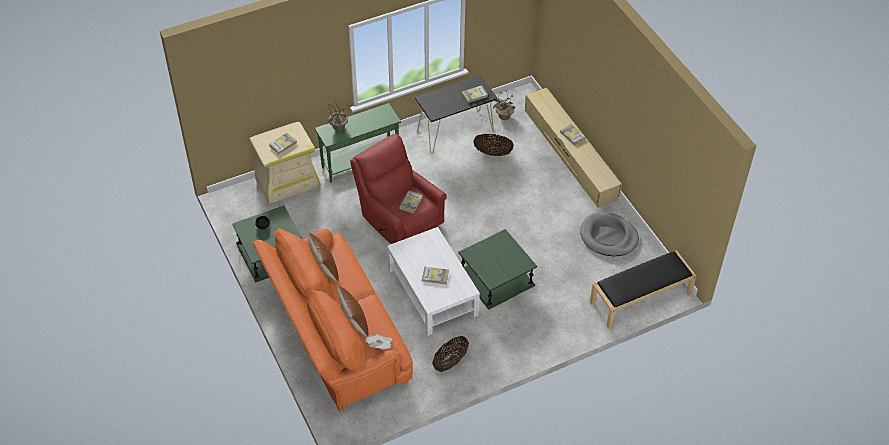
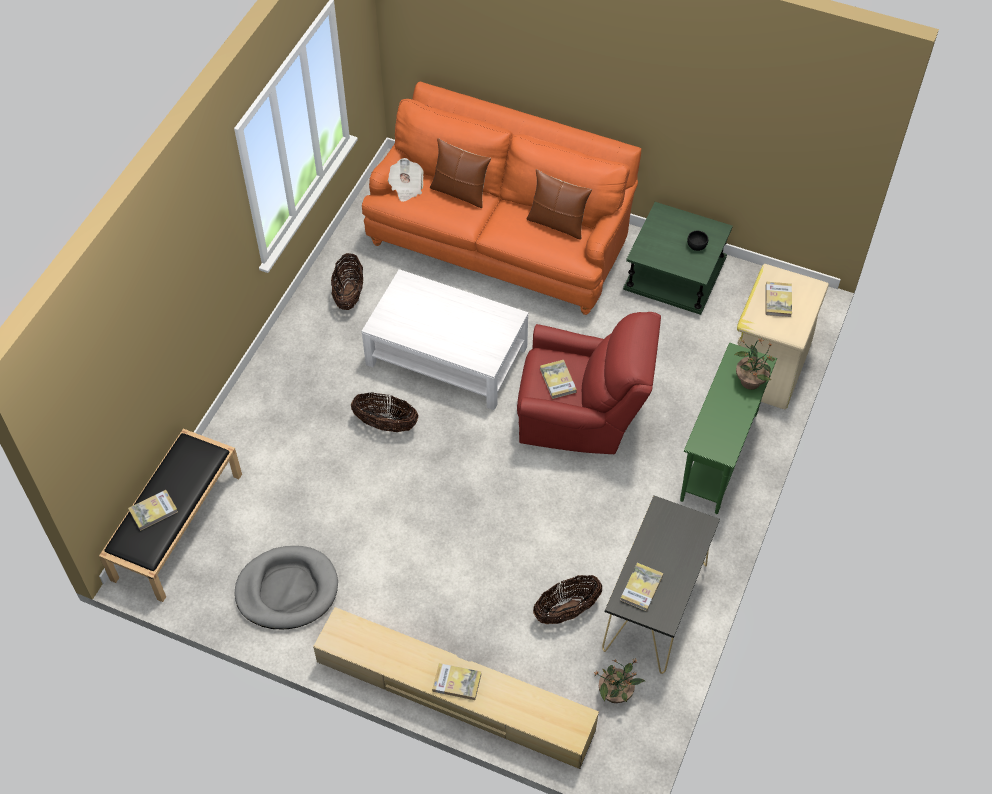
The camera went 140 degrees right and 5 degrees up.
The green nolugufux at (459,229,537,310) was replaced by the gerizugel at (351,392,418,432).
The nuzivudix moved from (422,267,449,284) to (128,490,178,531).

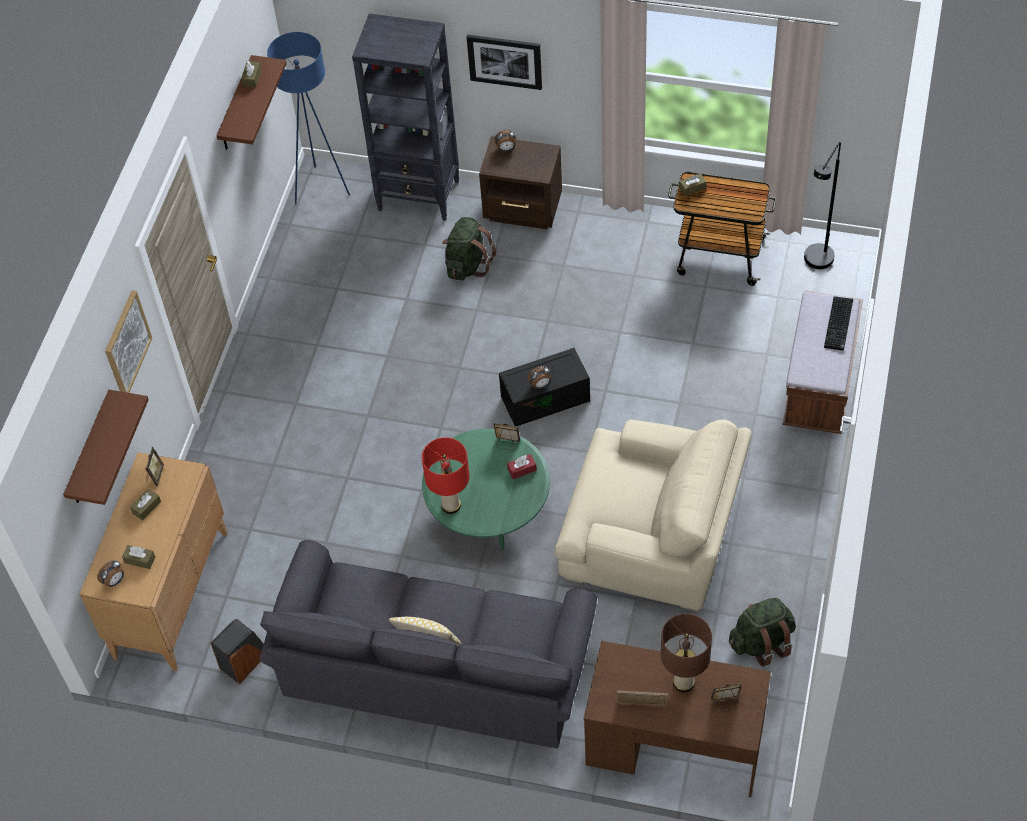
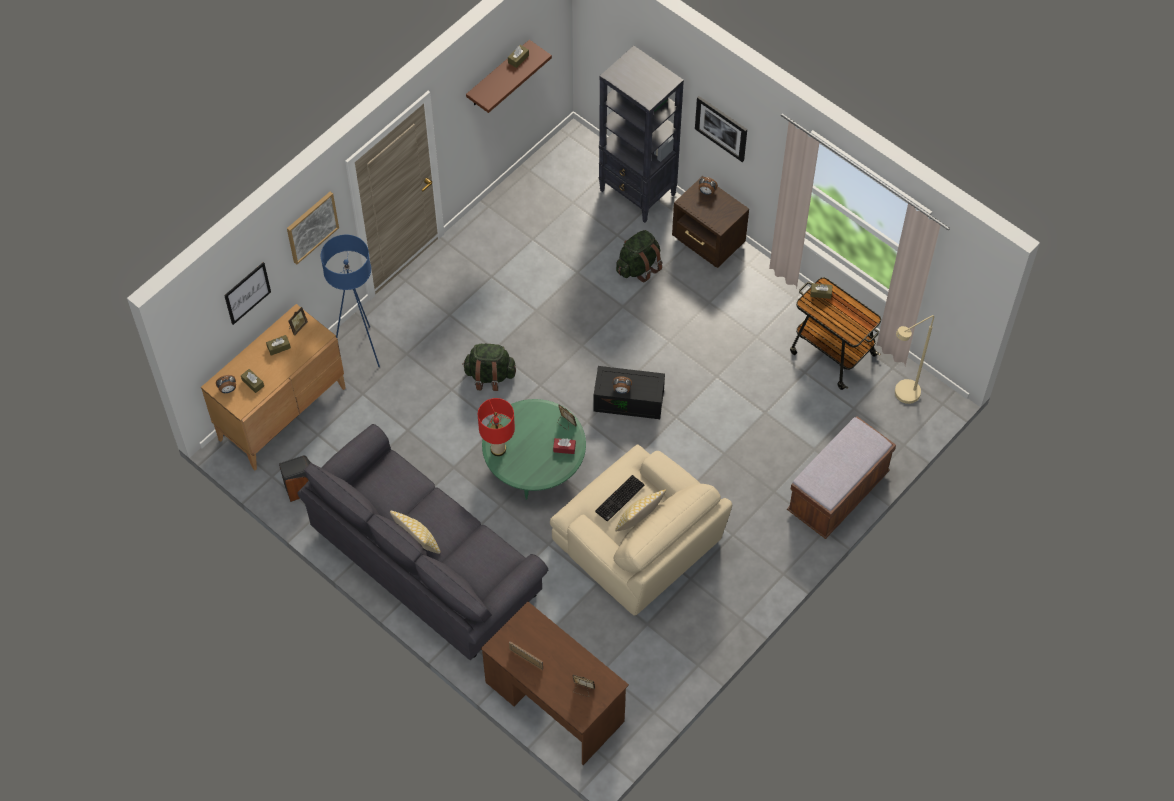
The camera went 25 degrees right and 5 degrees up.
The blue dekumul moved from (267,32,350,204) to (321,235,380,367).
The black dekumul at (804,142,841,269) became the beige dekumul at (895,315,934,404).
The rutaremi moved from (824,296,853,351) to (595,475,645,522).
The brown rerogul at (63,390,149,505) was replaced by the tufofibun at (224,262,271,325).
The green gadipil moved from (729,598,796,667) to (462,343,516,391).
The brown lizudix at (661,614,712,692) disappeared.
The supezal at (615,490,666,531) appeared.

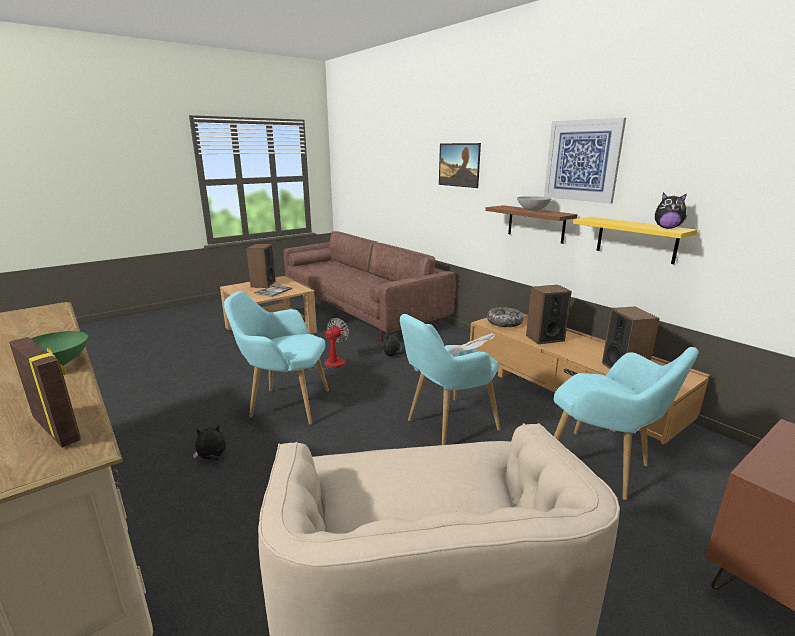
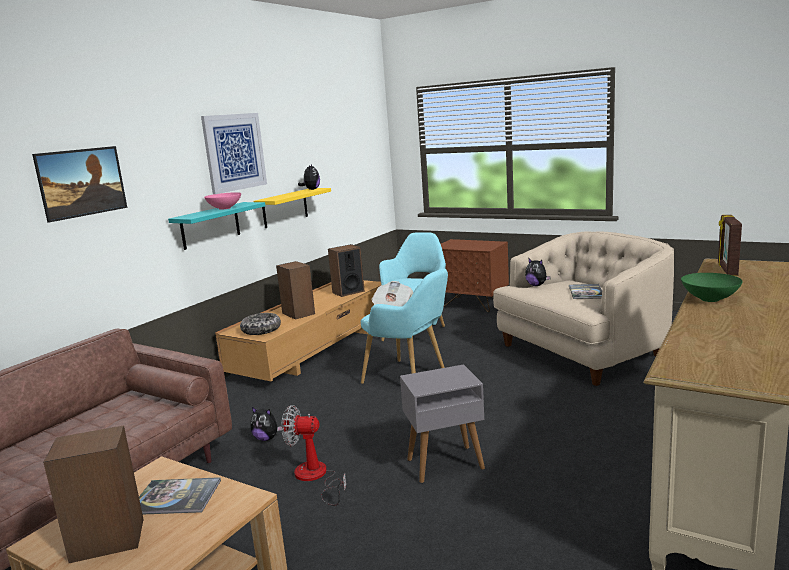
The camera went 110 degrees left and 5 degrees down.
The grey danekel at (517,196,552,212) became the pink danekel at (204,192,241,210).
The brown rerogul at (485,205,577,244) became the turquoise rerogul at (168,202,265,250).
The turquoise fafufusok at (224,291,329,425) was replaced by the grey nolugufux at (400,364,485,483).
The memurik moved from (193,425,226,461) to (525,258,551,286).
The nuzivudix at (569,284,602,299) appeared.

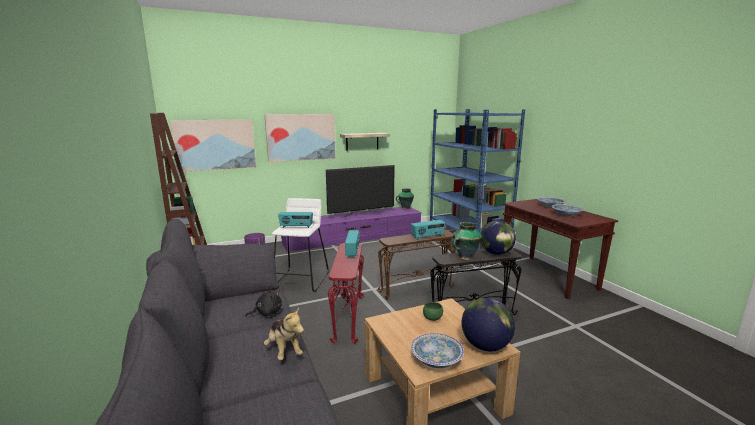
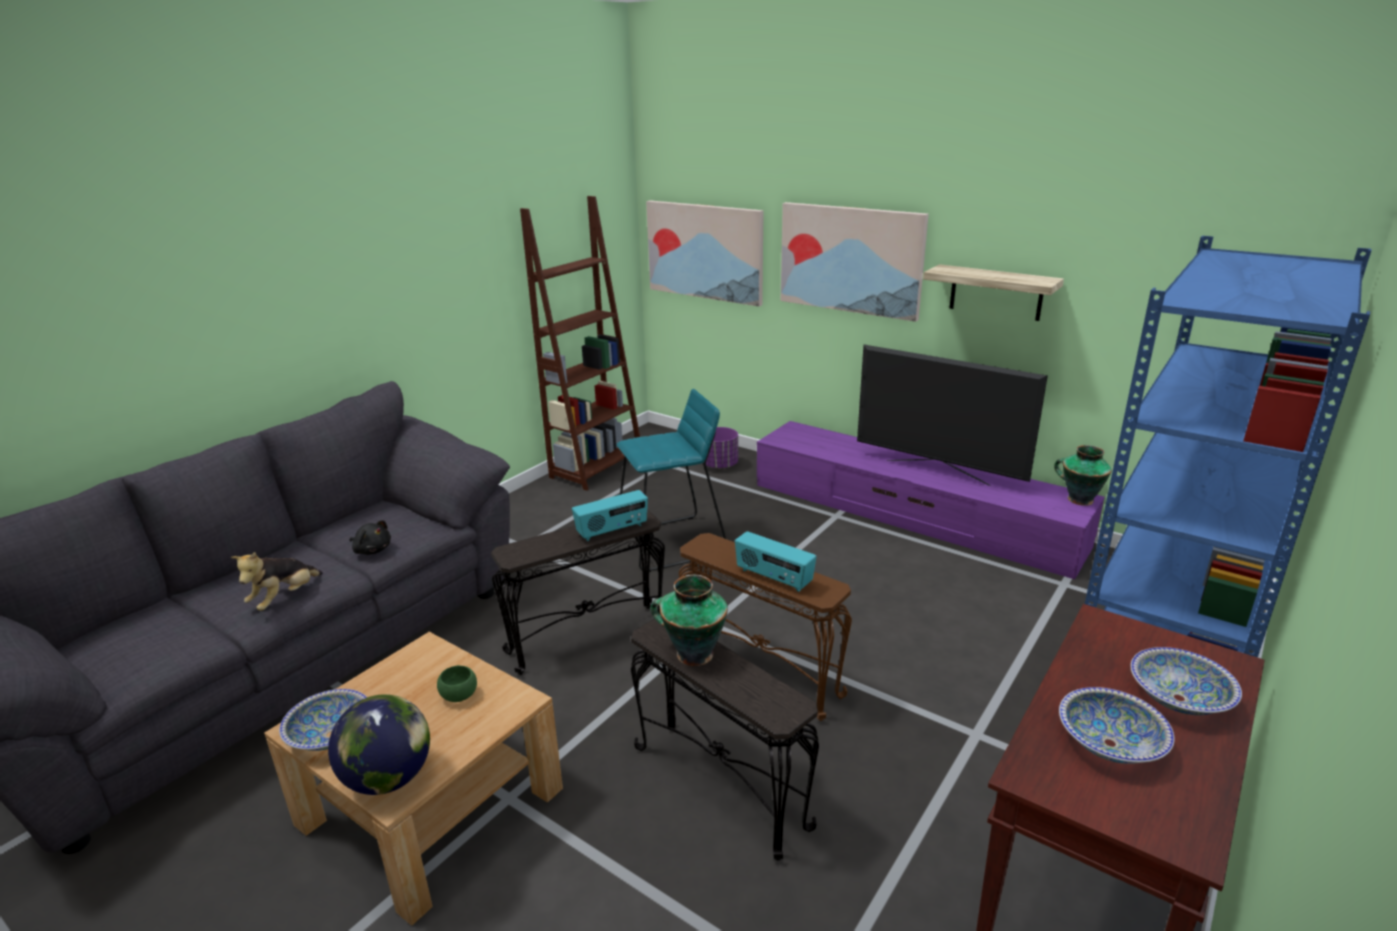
The camera went 60 degrees right and 10 degrees up.
The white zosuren at (272,198,329,292) became the turquoise zosuren at (616,389,726,572).
The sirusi at (278,212,313,228) disappeared.
The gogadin at (480,220,516,255) disappeared.
The red nolugufux at (328,243,364,344) became the black nolugufux at (491,509,665,675).

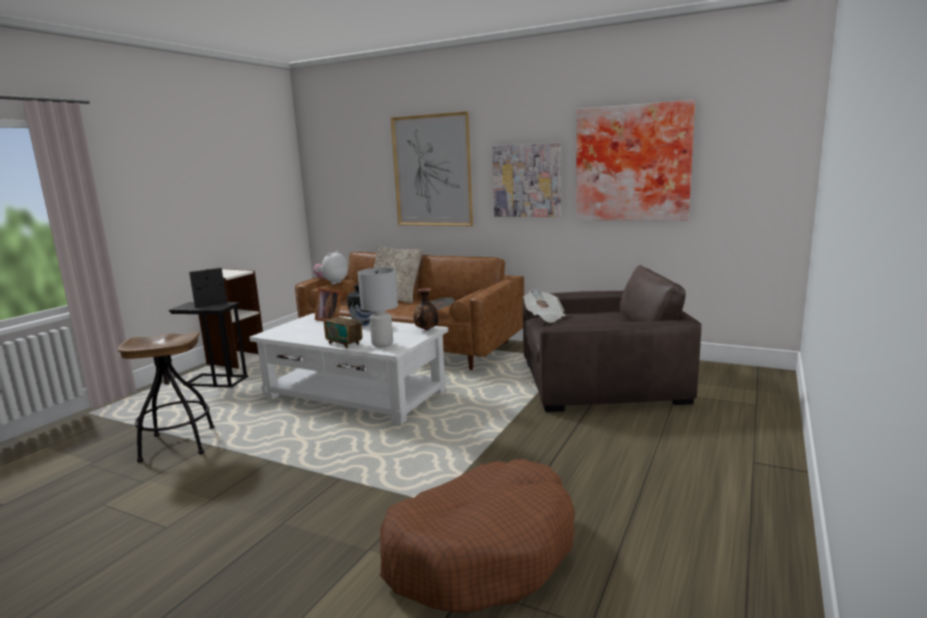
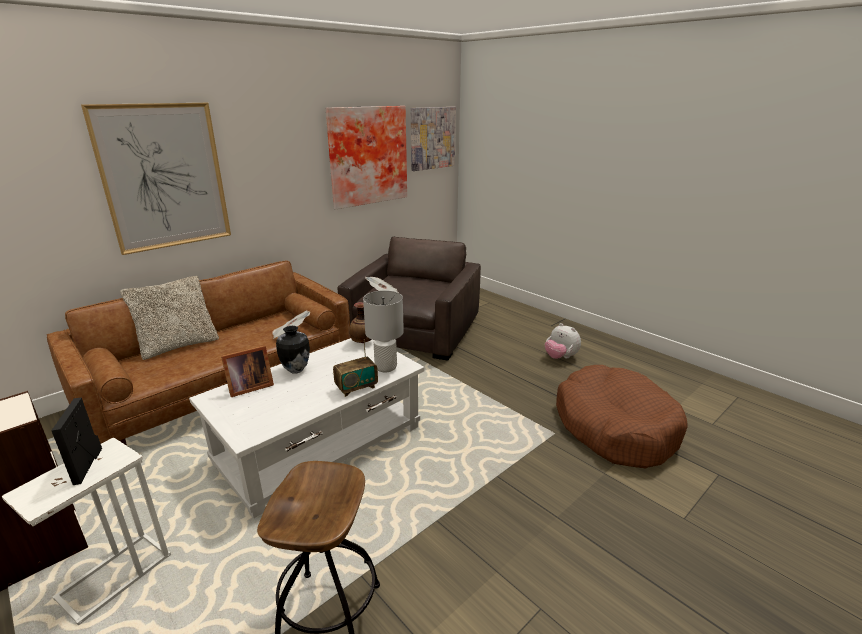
The camera went 70 degrees left and 10 degrees up.
The tufofibun moved from (492,143,561,217) to (411,107,456,171).
The memurik moved from (313,250,348,284) to (545,323,581,359).
The black nolugufux at (169,302,248,388) became the white nolugufux at (2,438,171,626).

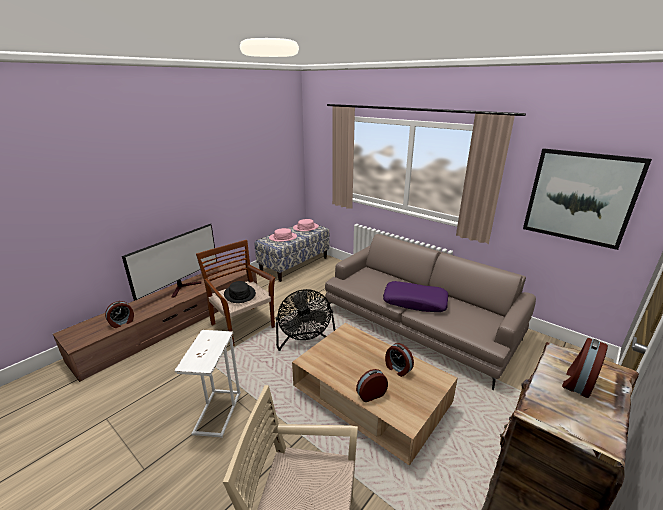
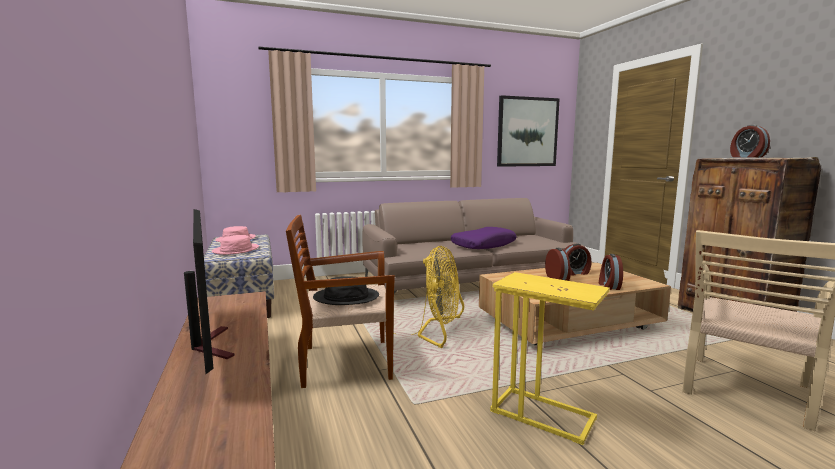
The camera went 60 degrees left and 15 degrees down.
The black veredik at (276,289,335,351) became the yellow veredik at (385,246,464,348).
The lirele moved from (105,301,134,328) to (545,248,571,281).
The white nolugufux at (175,330,241,438) became the yellow nolugufux at (490,272,610,445).

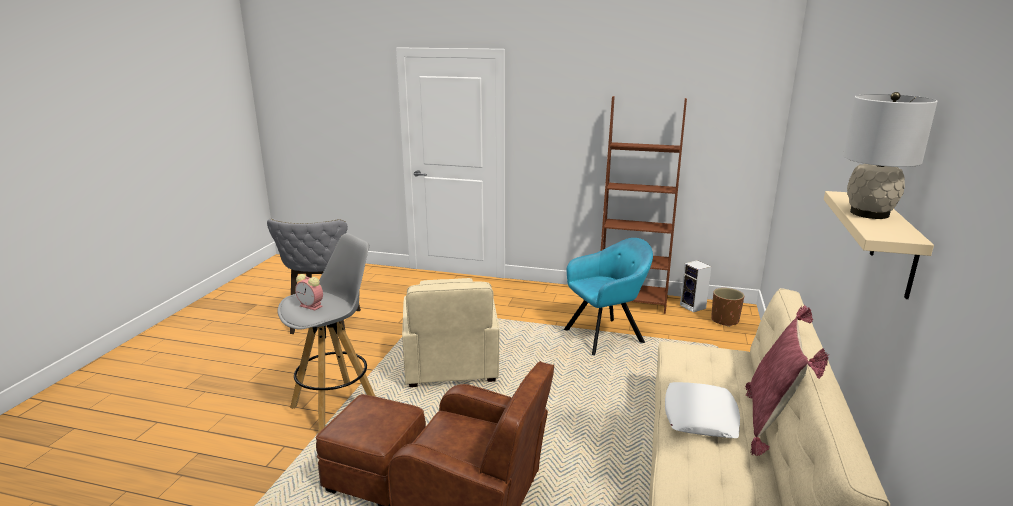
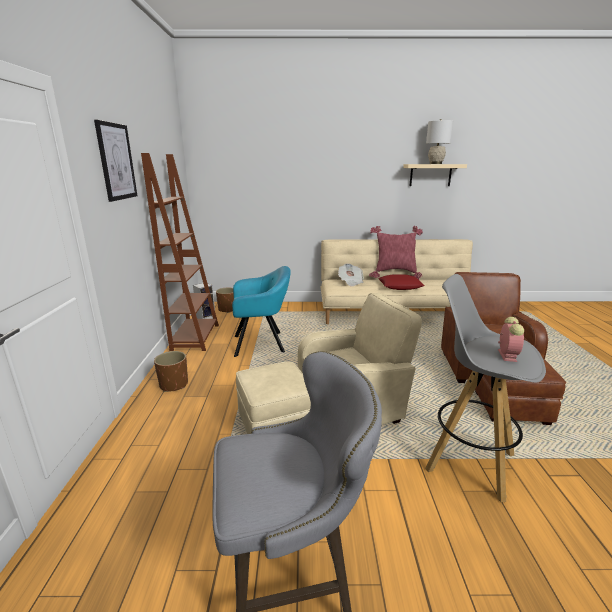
The camera went 105 degrees left and 0 degrees up.
The turquoise fafufusok at (564,238,653,355) turned 120 degrees clockwise.
The white supezal at (665,382,740,438) became the red supezal at (378,274,424,290).
The tufofibun at (94,120,137,202) appeared.
The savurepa at (338,263,364,286) appeared.
The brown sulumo at (154,351,188,392) appeared.

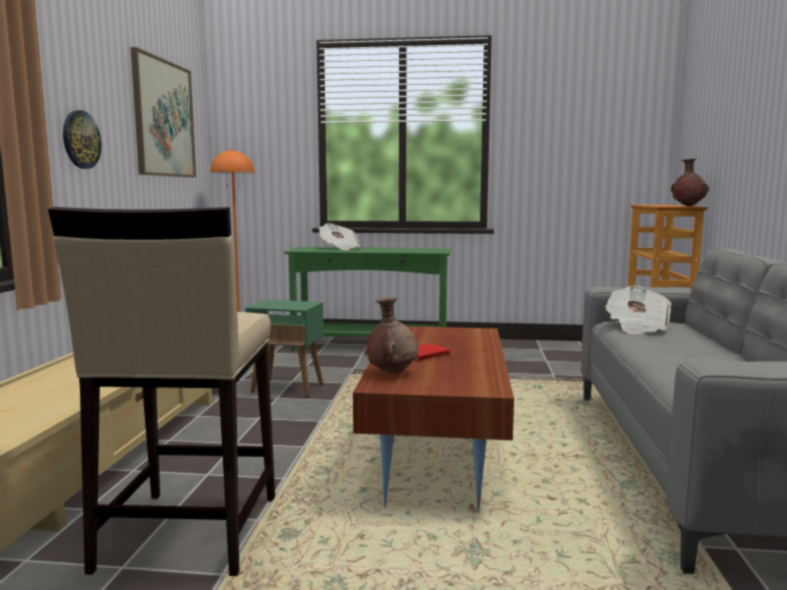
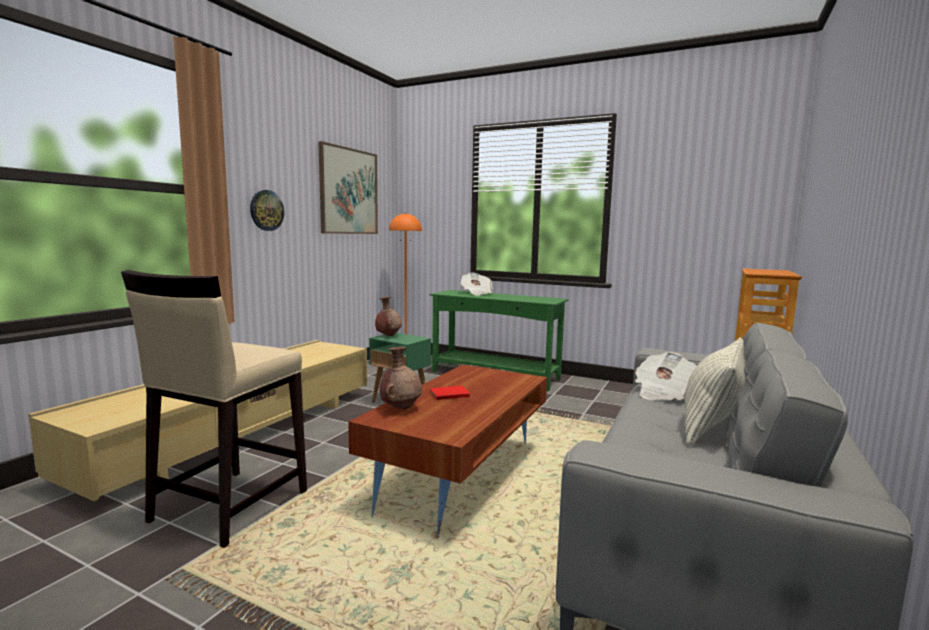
The camera went 20 degrees right and 0 degrees up.
The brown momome moved from (671,158,709,206) to (375,297,402,336).
The supezal at (685,338,745,446) appeared.

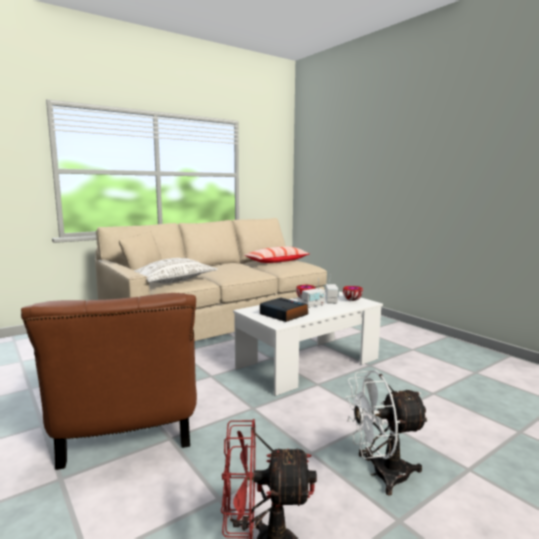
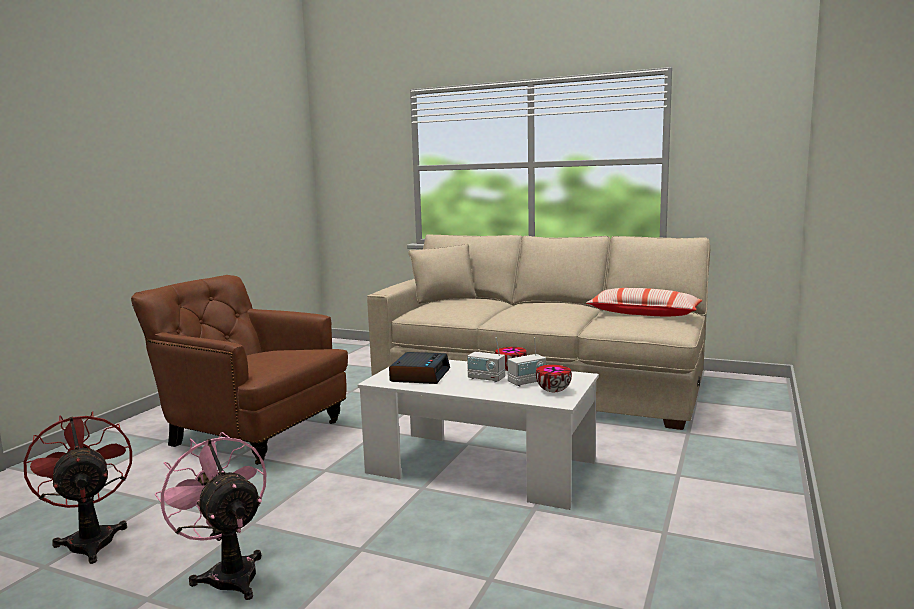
The camera went 60 degrees right and 0 degrees up.
The white supezal at (134,258,218,283) disappeared.
The brown fafufusok at (21,293,197,470) turned 75 degrees clockwise.
The white veredik at (345,371,430,496) became the pink veredik at (155,432,266,600).

